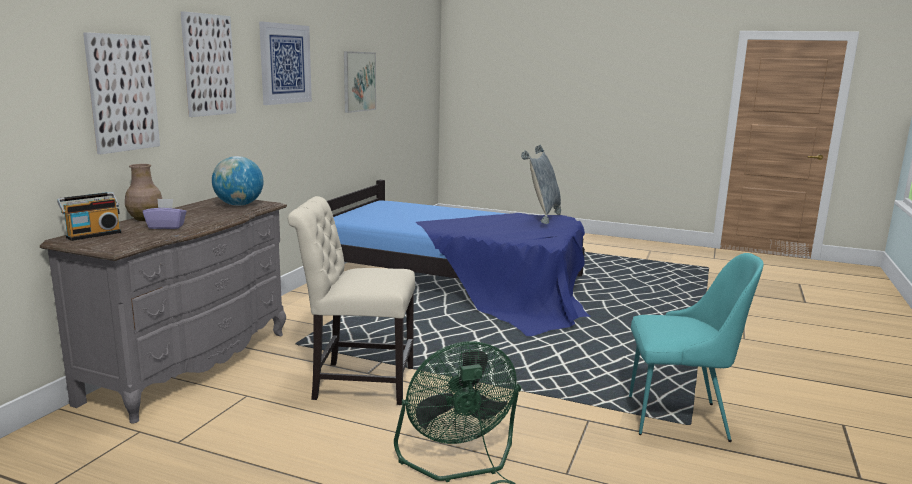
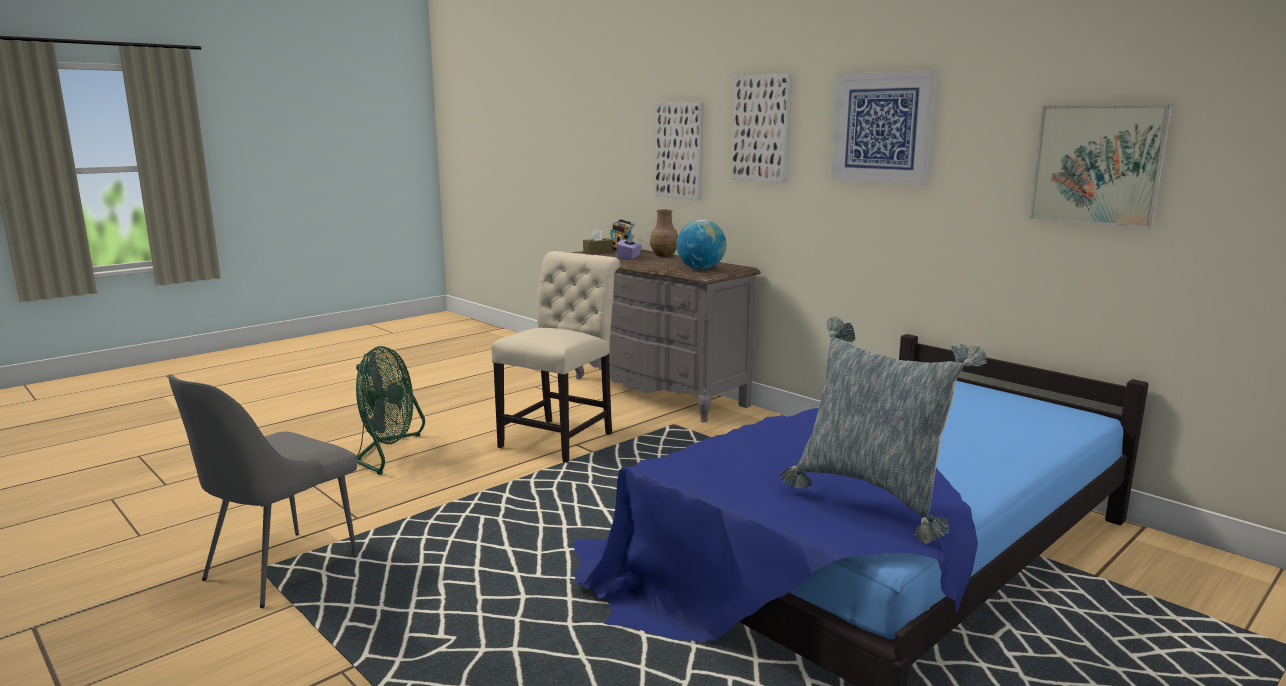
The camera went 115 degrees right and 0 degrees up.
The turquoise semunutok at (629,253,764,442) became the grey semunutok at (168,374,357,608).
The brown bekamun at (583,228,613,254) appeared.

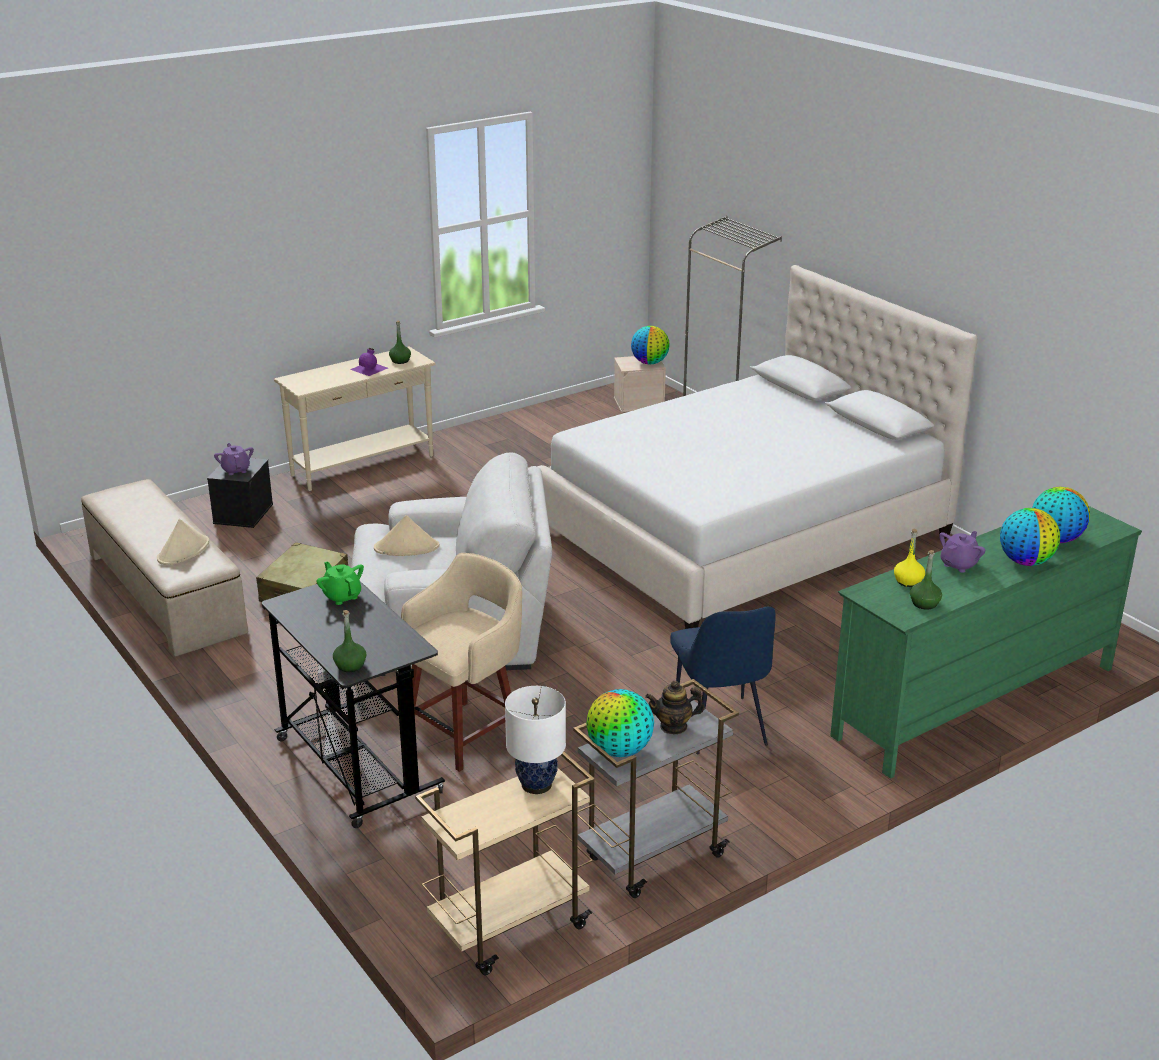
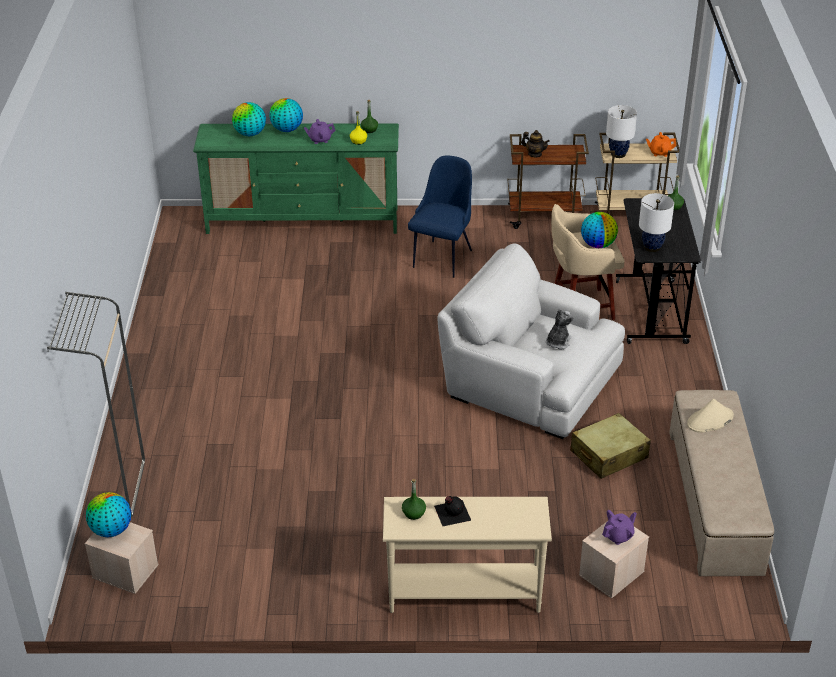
The camera went 145 degrees left and 10 degrees up.
The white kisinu at (537,265,978,629) disappeared.
The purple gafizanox at (350,348,388,376) became the black gafizanox at (434,496,471,526).
The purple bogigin at (214,443,254,475) turned 135 degrees counterclockwise.
The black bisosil at (207,458,273,528) became the beige bisosil at (579,522,649,599).
The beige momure at (374,515,439,556) was replaced by the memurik at (546,309,573,349).
The green bogigin at (316,561,364,605) was replaced by the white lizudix at (639,193,674,252).
The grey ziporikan at (573,679,739,898) became the brown ziporikan at (507,134,589,229).
The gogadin moved from (586,689,654,757) to (581,212,618,248).
The orange bogigin at (646,132,676,157) appeared.

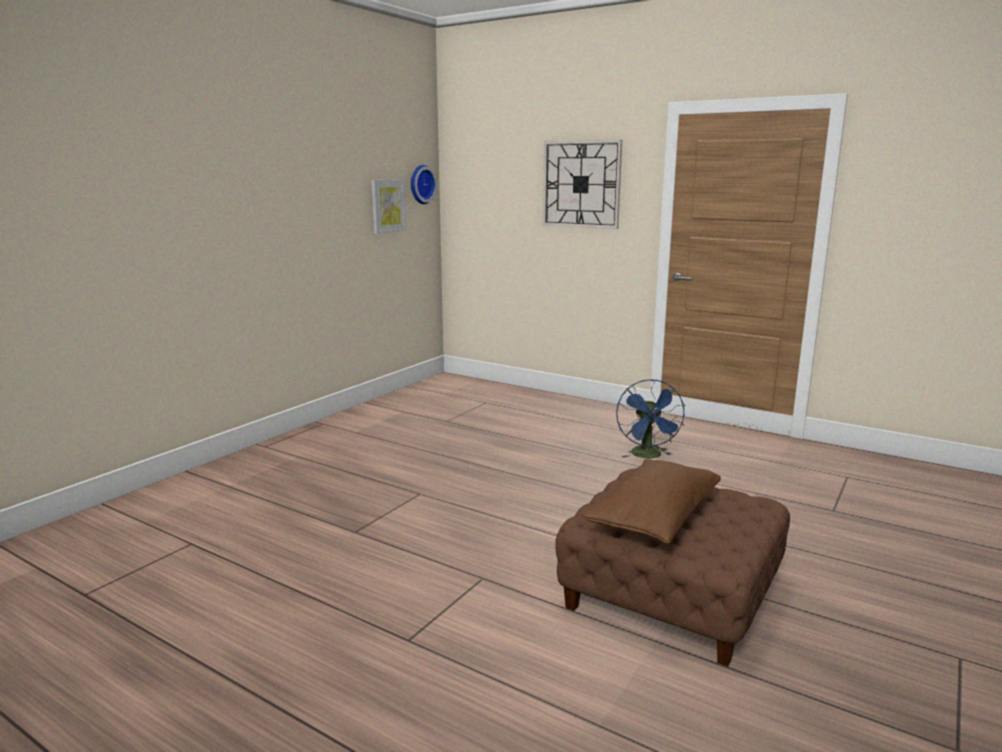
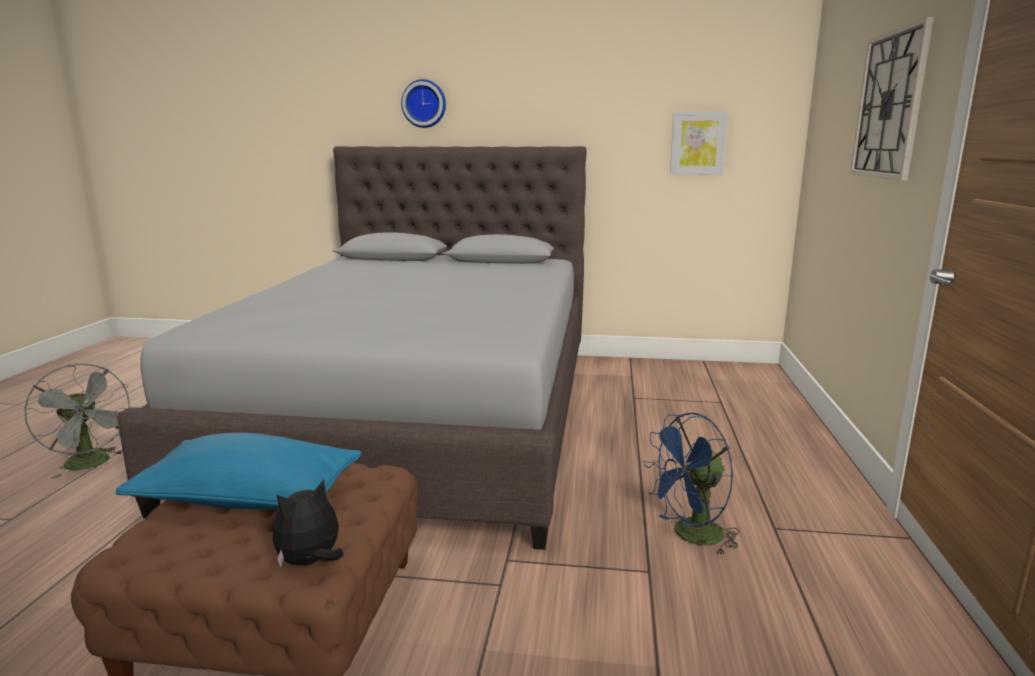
The camera went 65 degrees right and 0 degrees up.
The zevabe moved from (411,165,437,204) to (401,79,446,128).
The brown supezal at (583,459,721,544) became the blue supezal at (115,433,362,510).
The grey kisinu at (117,146,587,550) appeared.
The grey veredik at (24,364,130,479) appeared.
The memurik at (273,479,344,567) appeared.

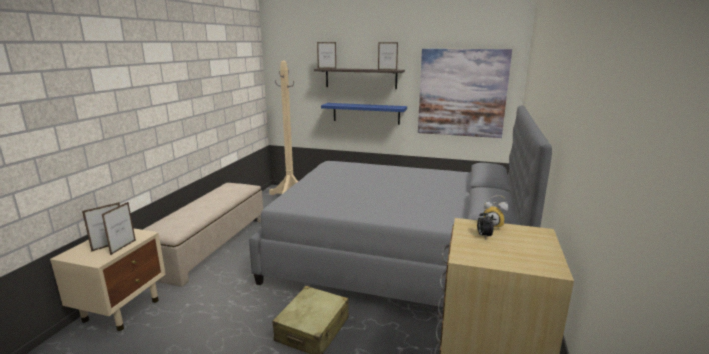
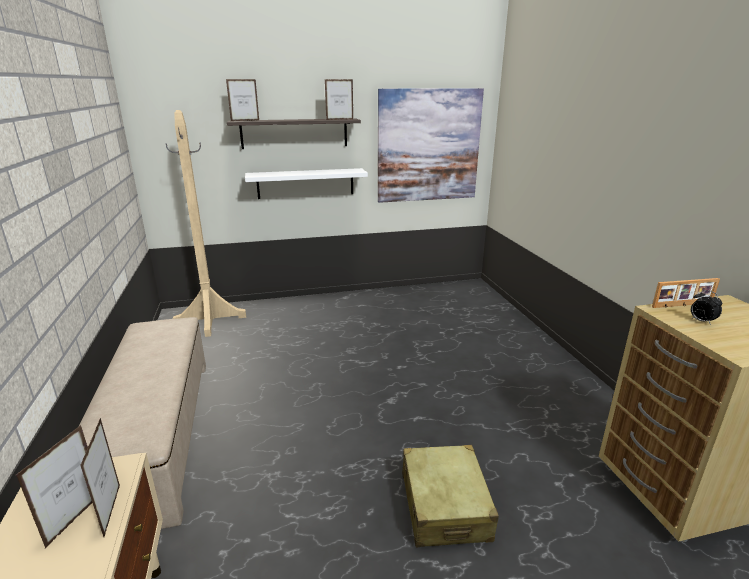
The camera went 30 degrees left and 5 degrees up.
The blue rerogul at (321,103,407,125) became the white rerogul at (245,168,368,199).
The grey kisinu at (249,105,552,307) disappeared.
The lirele at (484,195,508,229) was replaced by the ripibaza at (652,278,720,308).

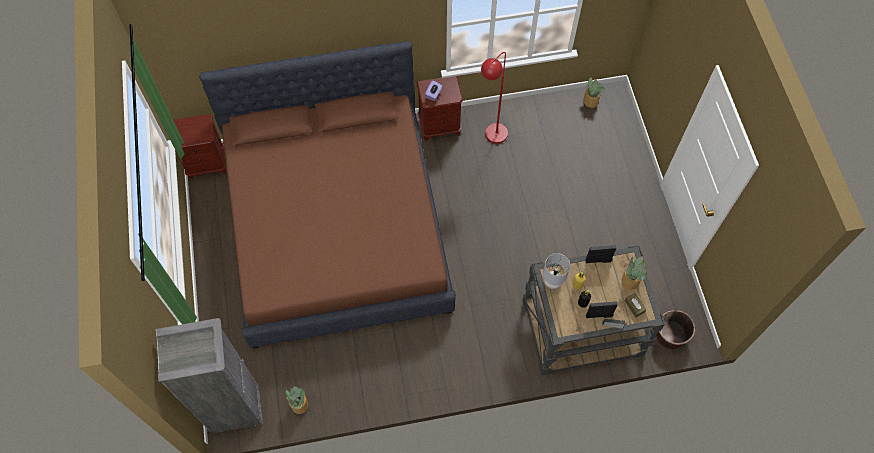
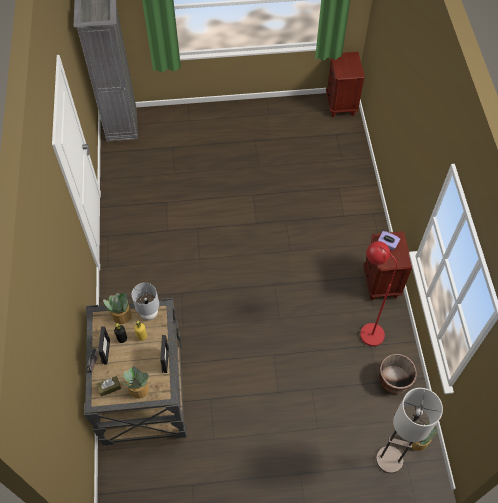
The camera went 95 degrees right and 5 degrees down.
The brown kisinu at (199,41,456,348) disappeared.
The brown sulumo moved from (656,310,695,349) to (379,354,417,394).
The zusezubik moved from (286,386,308,414) to (103,293,132,324).
The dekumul at (376,388,443,473) appeared.

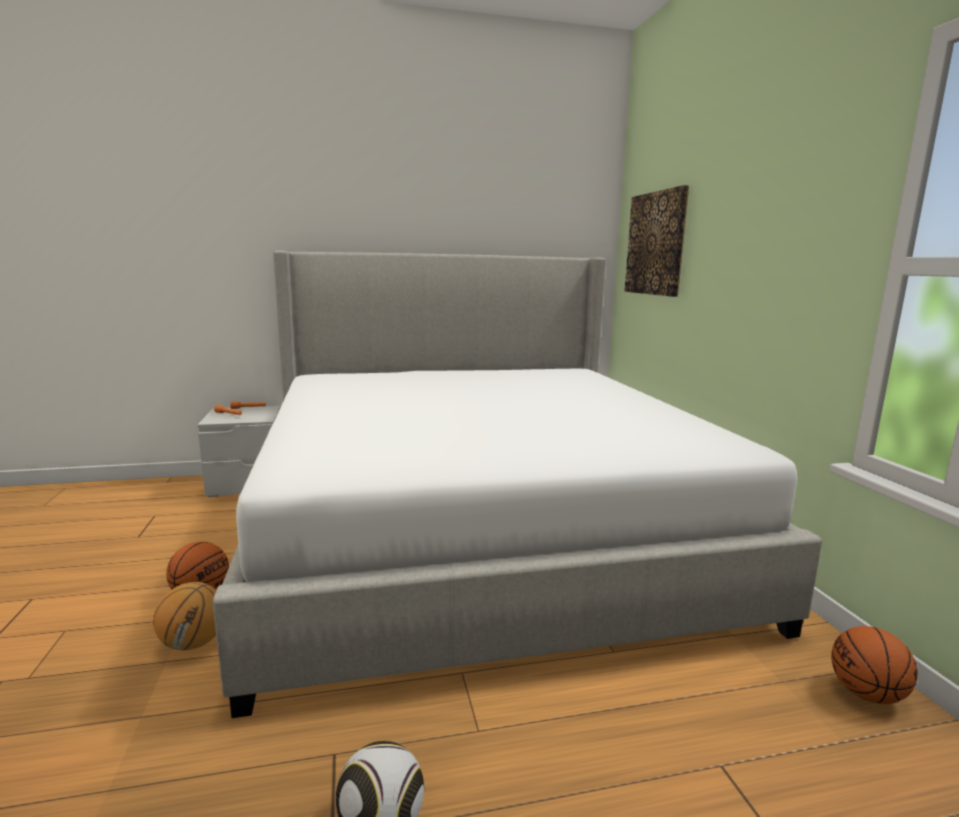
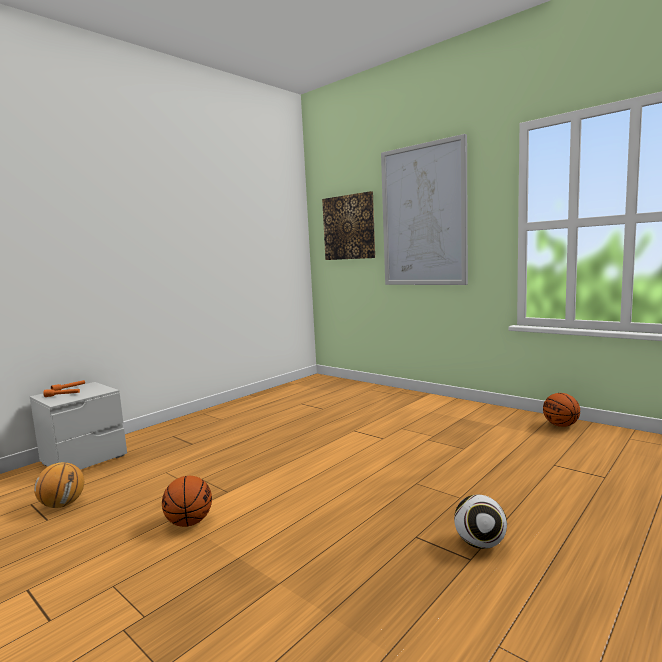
The camera went 35 degrees left and 5 degrees down.
The kisinu at (213,250,822,718) disappeared.
The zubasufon moved from (153,582,216,650) to (34,462,84,508).
The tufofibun at (381,134,468,285) appeared.

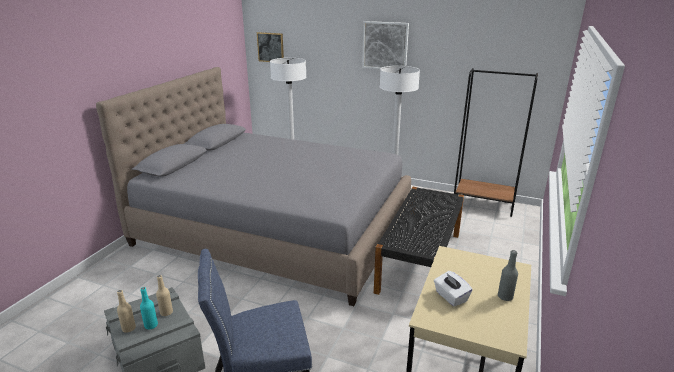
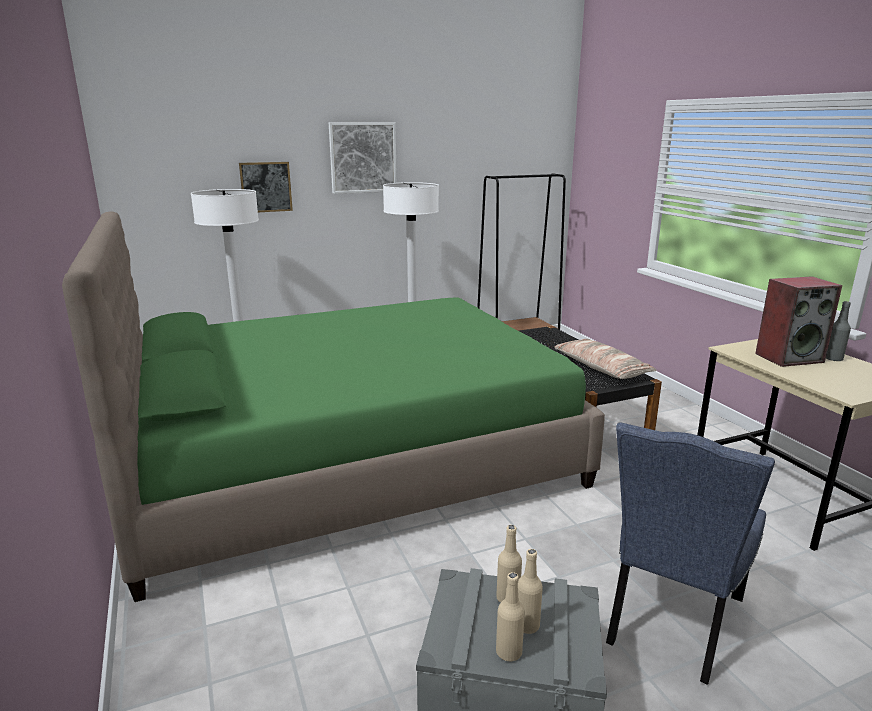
The camera went 45 degrees left and 5 degrees down.
The tufofibun moved from (257,32,284,62) to (239,162,293,212).
The grey kisinu at (96,67,411,306) became the green kisinu at (62,211,605,602).
The white bekamun at (434,271,472,307) disappeared.
The turquoise gafizanox at (140,287,158,330) became the beige gafizanox at (518,549,543,634).
The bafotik at (755,276,842,367) appeared.
The supezal at (554,339,657,379) appeared.

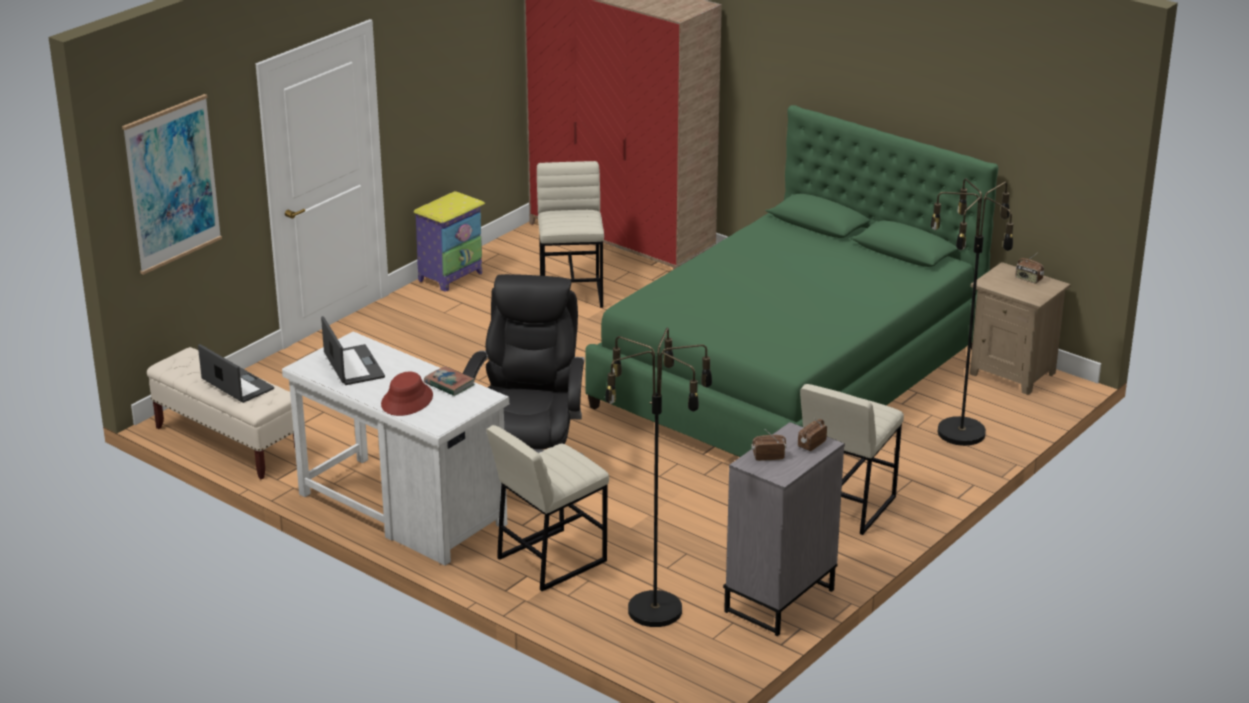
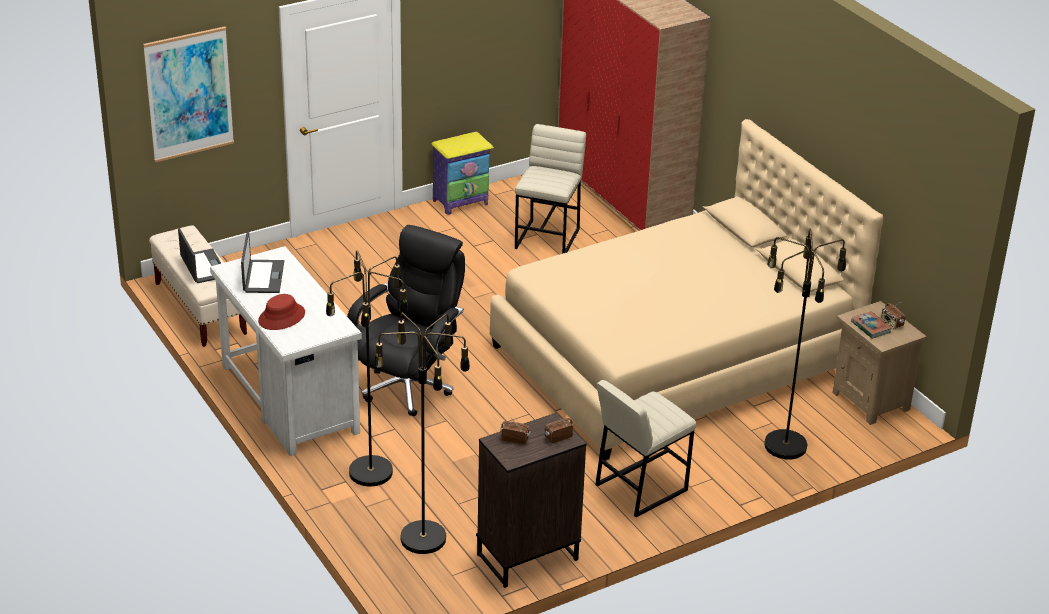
The camera went 20 degrees right and 5 degrees up.
The green kisinu at (585,105,998,457) became the beige kisinu at (489,119,883,461).
The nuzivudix moved from (424,366,475,396) to (851,311,892,339).
The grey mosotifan at (723,422,845,636) became the brown mosotifan at (476,413,587,588).
The beige semunutok at (486,425,609,591) was replaced by the dekumul at (326,250,408,487).

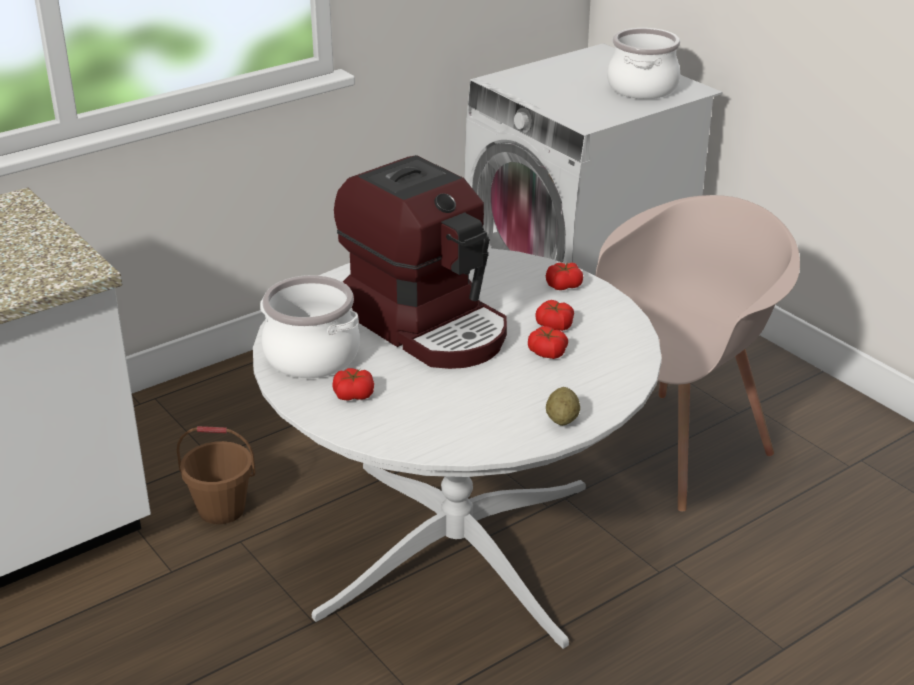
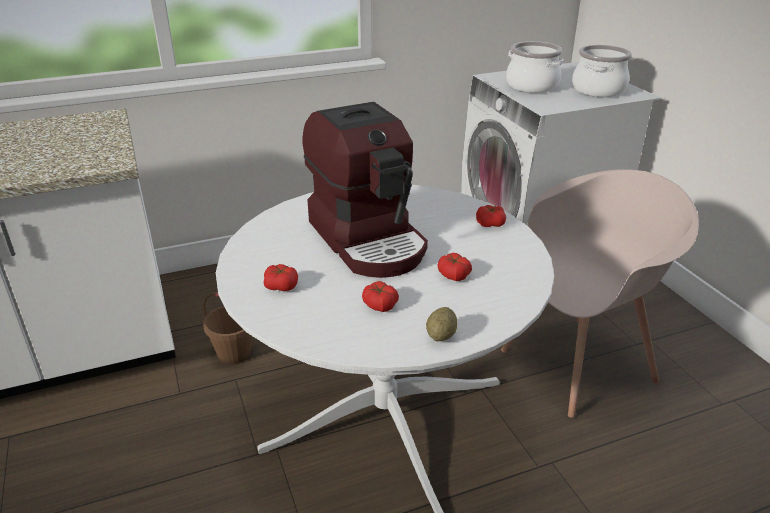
The camera went 15 degrees right and 0 degrees up.
The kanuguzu moved from (260,275,360,378) to (506,41,564,93).
The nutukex moved from (535,300,574,331) to (362,281,399,312).

